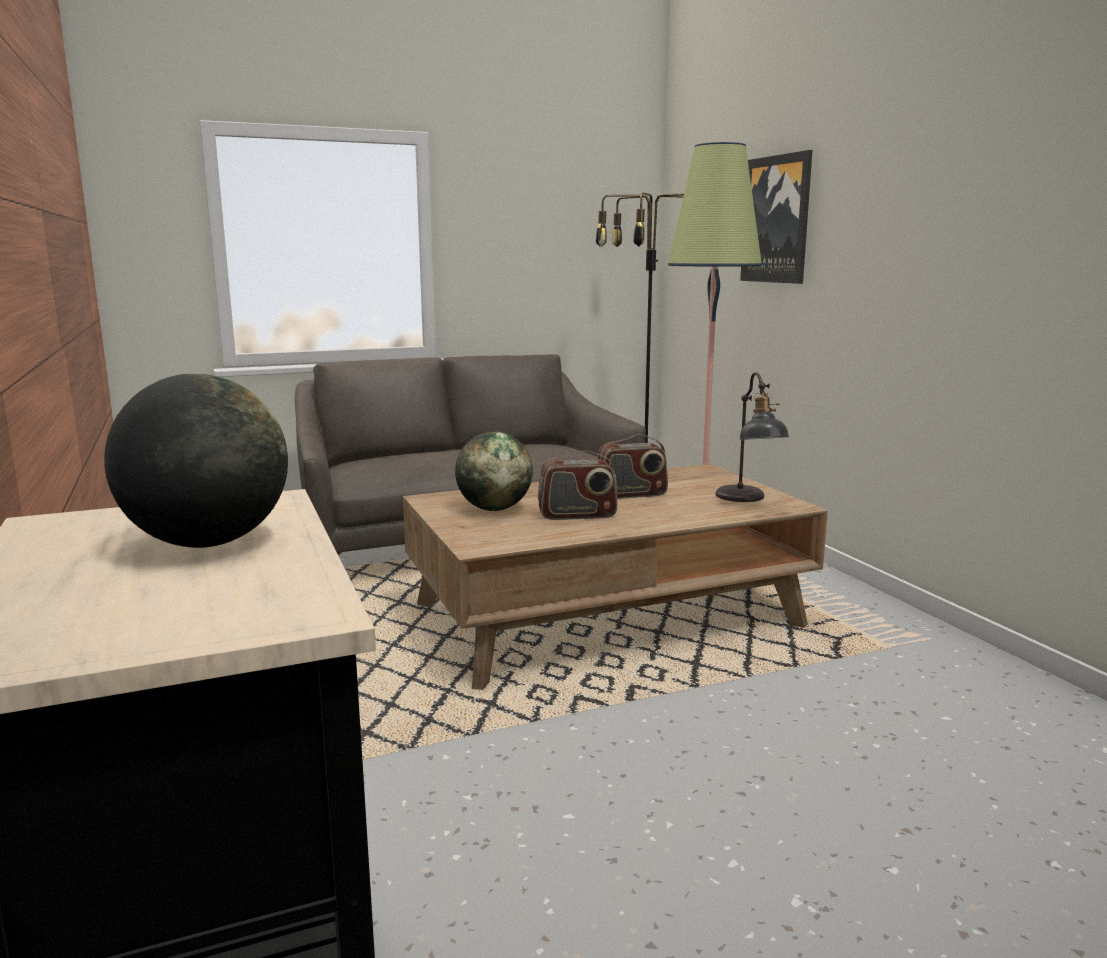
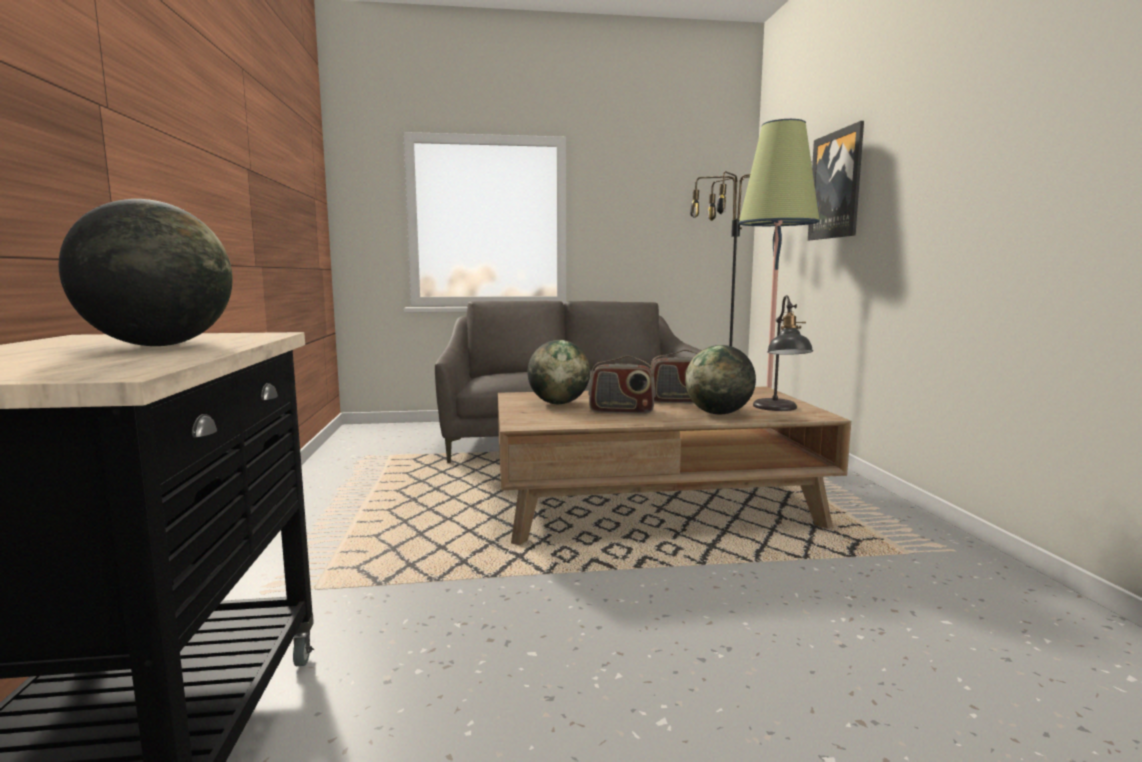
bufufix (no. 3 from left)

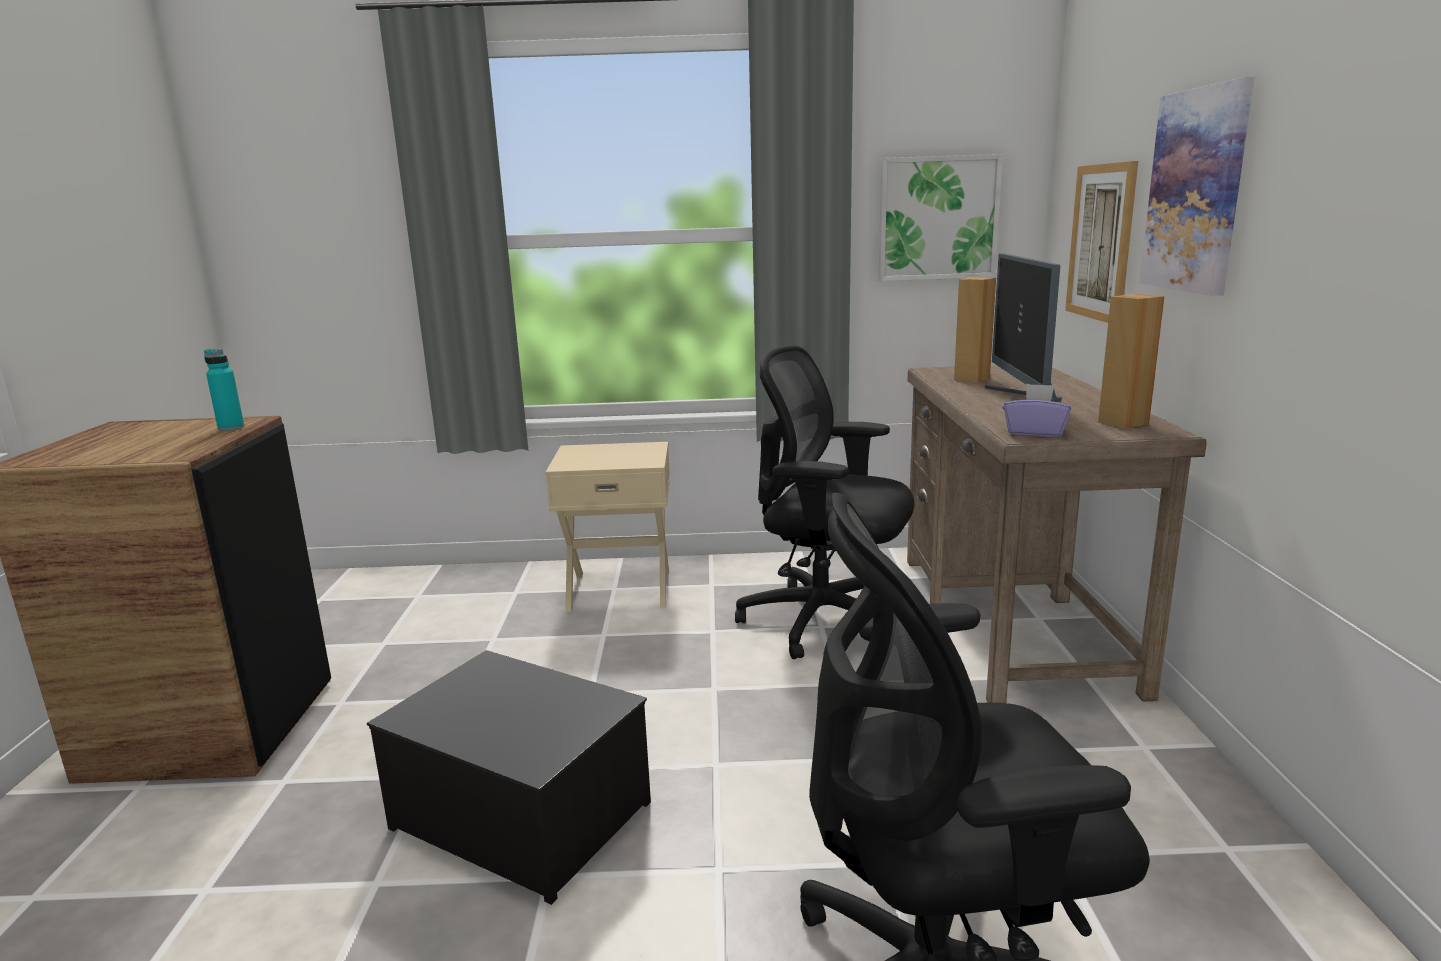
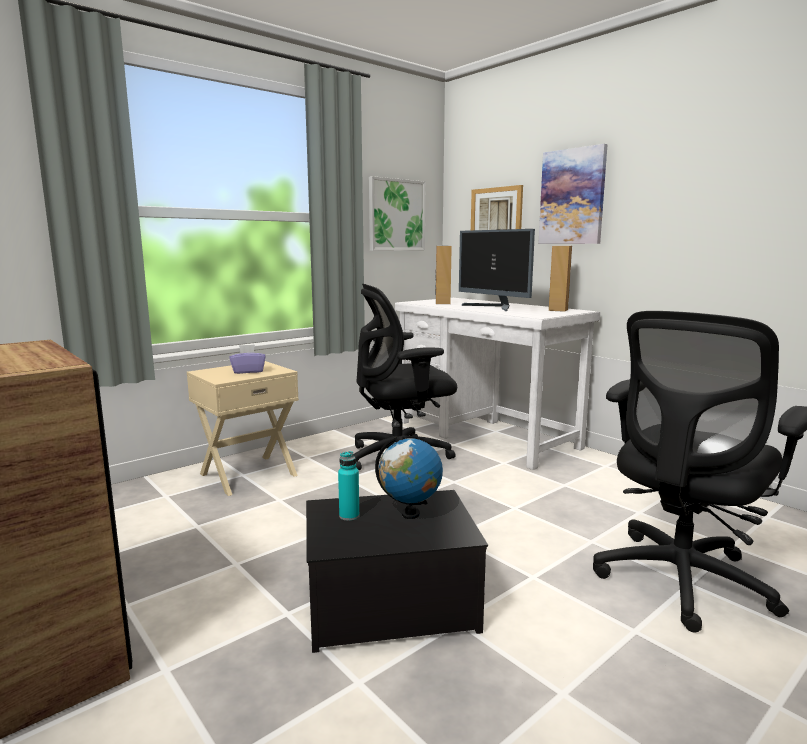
bufufix; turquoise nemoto; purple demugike; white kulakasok

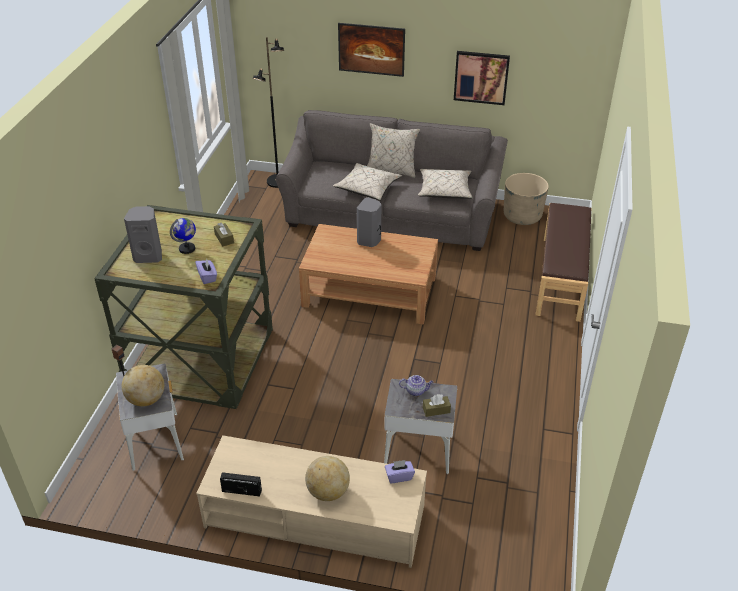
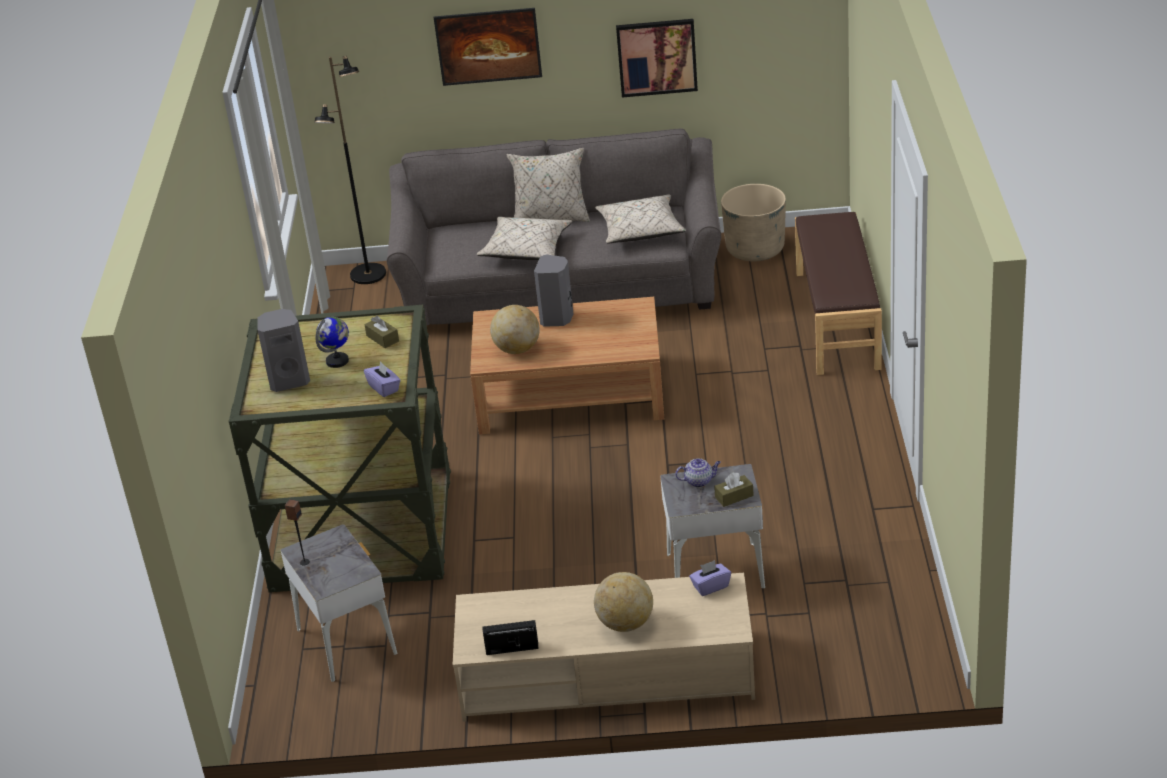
bufufix (no. 2 from left)

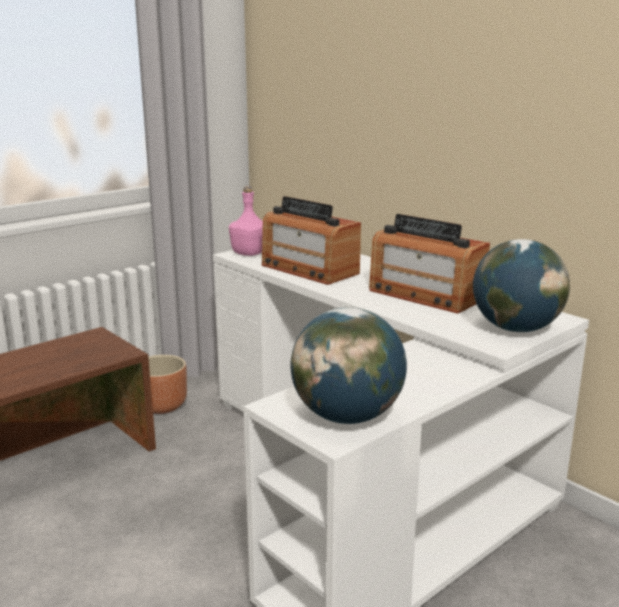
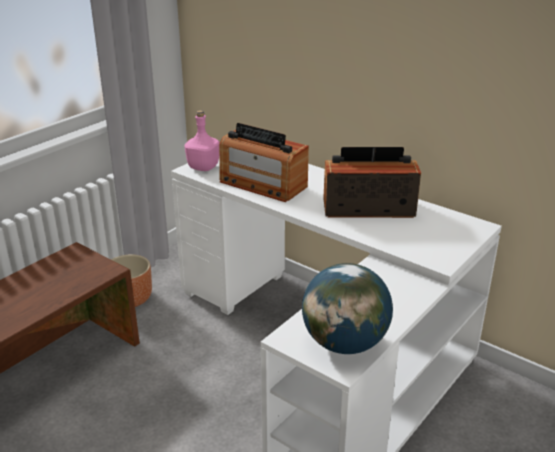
bufufix (no. 2 from left in the first image); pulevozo (no. 2 from left)

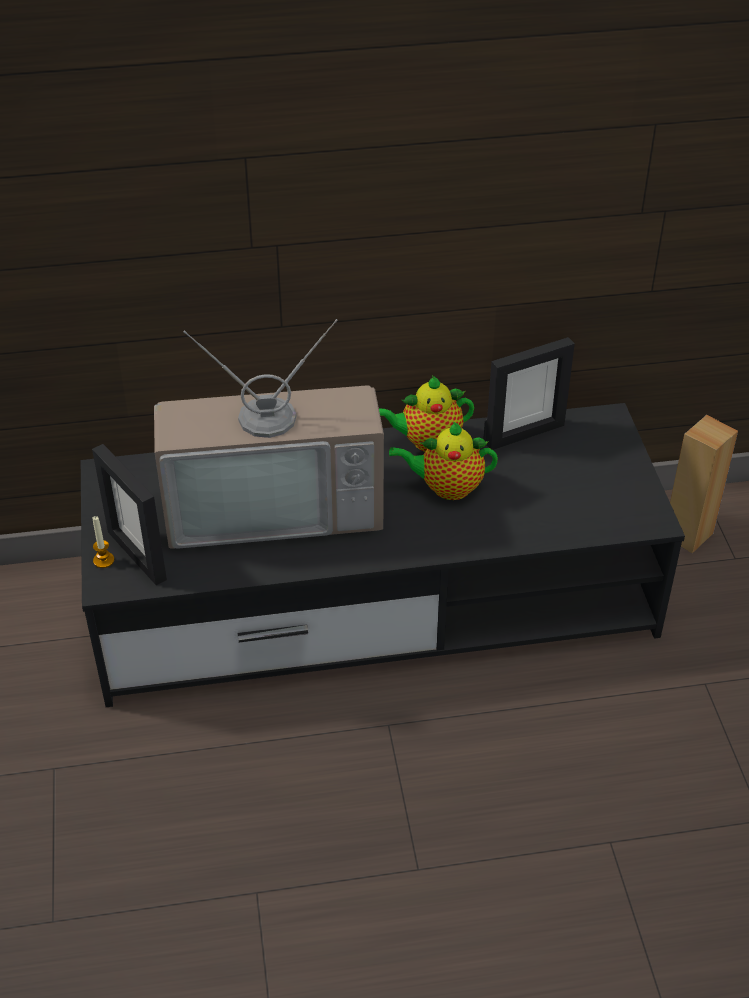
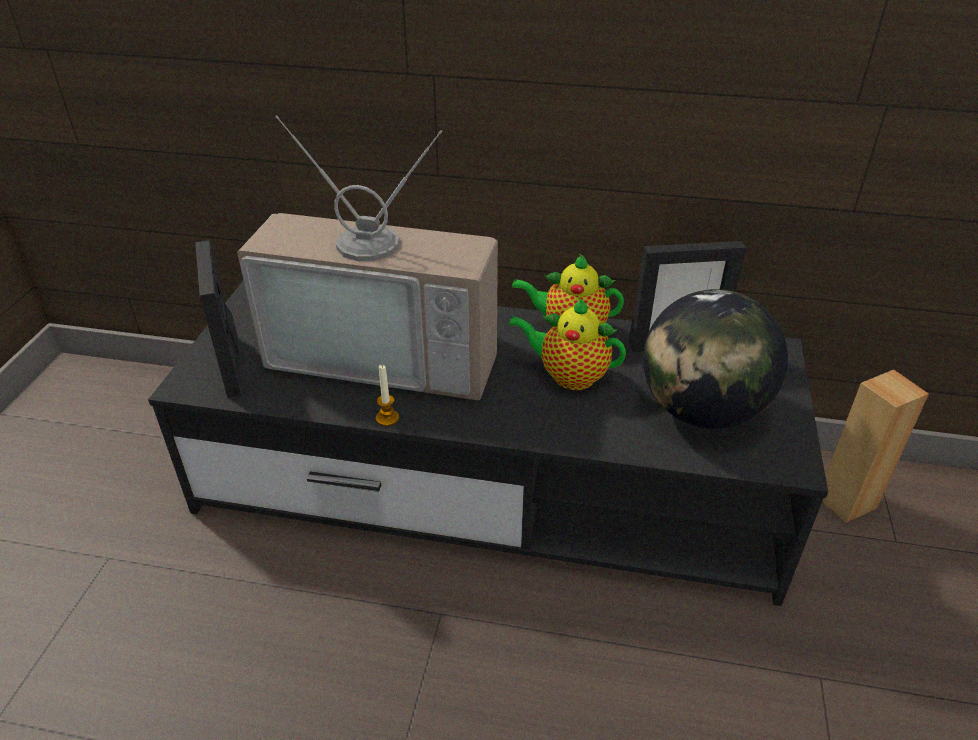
bufufix; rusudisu

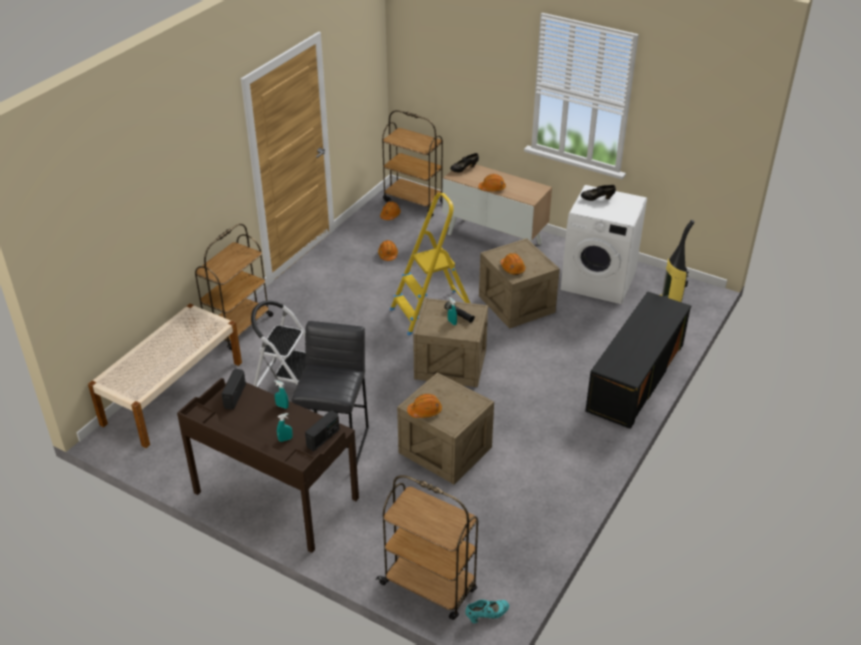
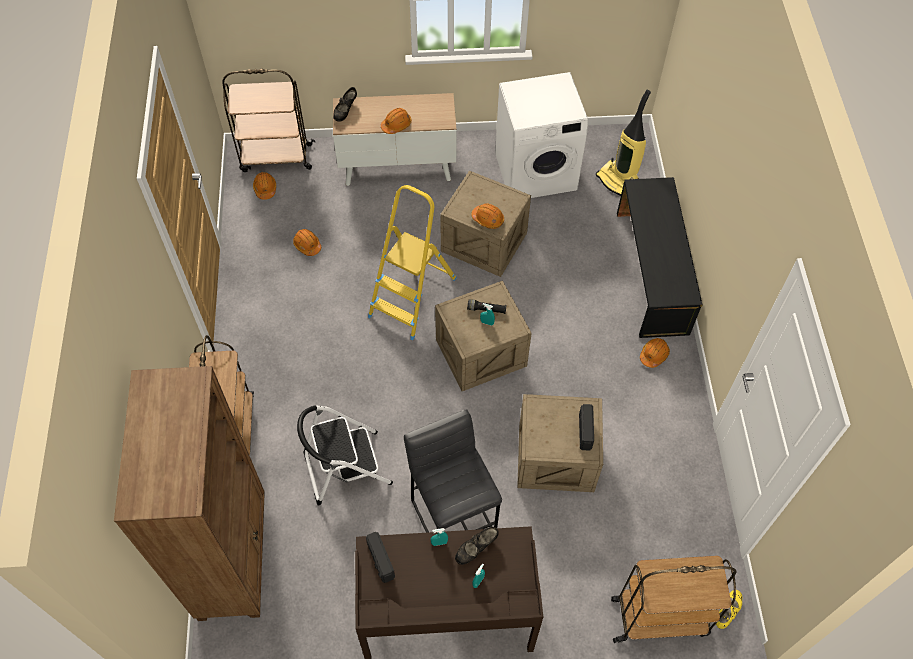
pulevozo (no. 2 from left); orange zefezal (no. 5 from left); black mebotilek (no. 2 from left); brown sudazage; yellow mebotilek

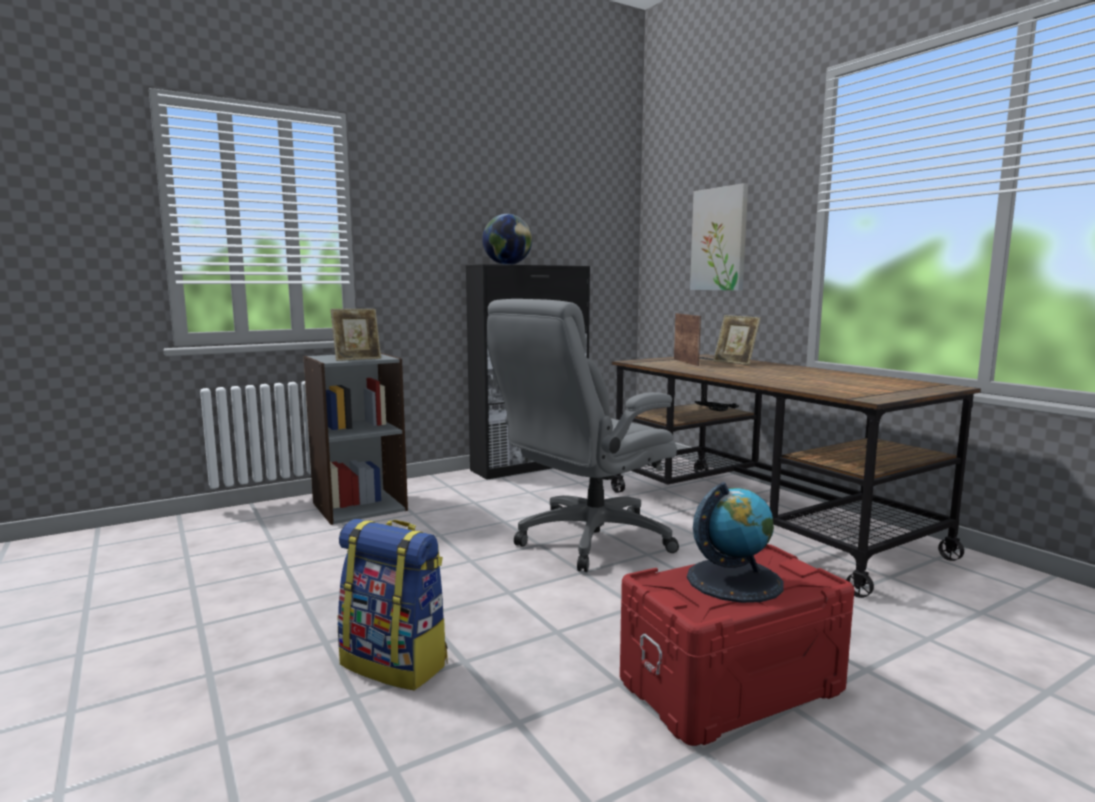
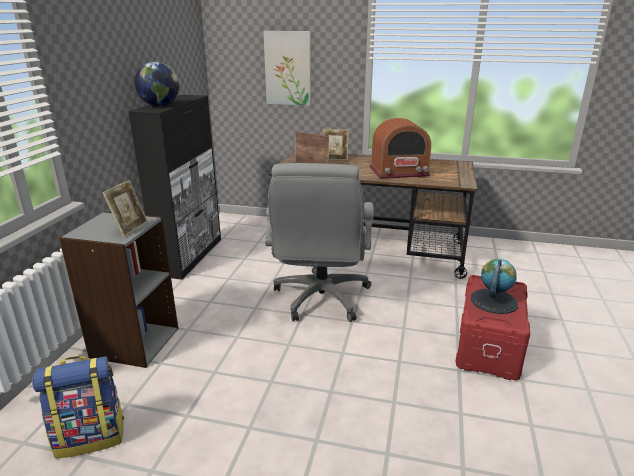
pulevozo; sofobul

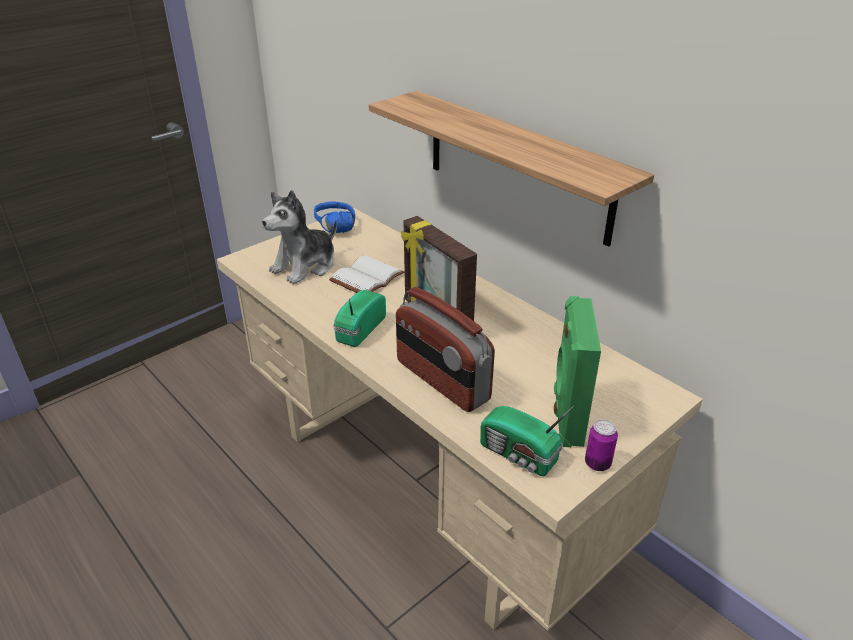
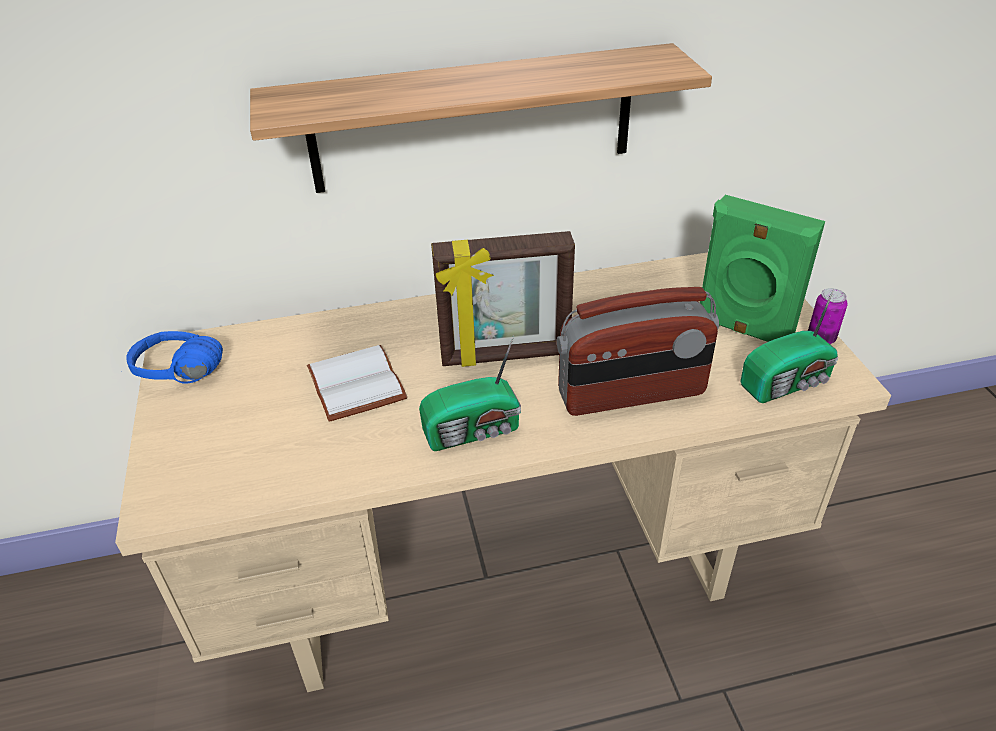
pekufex; pulevozo (no. 1 from left)

